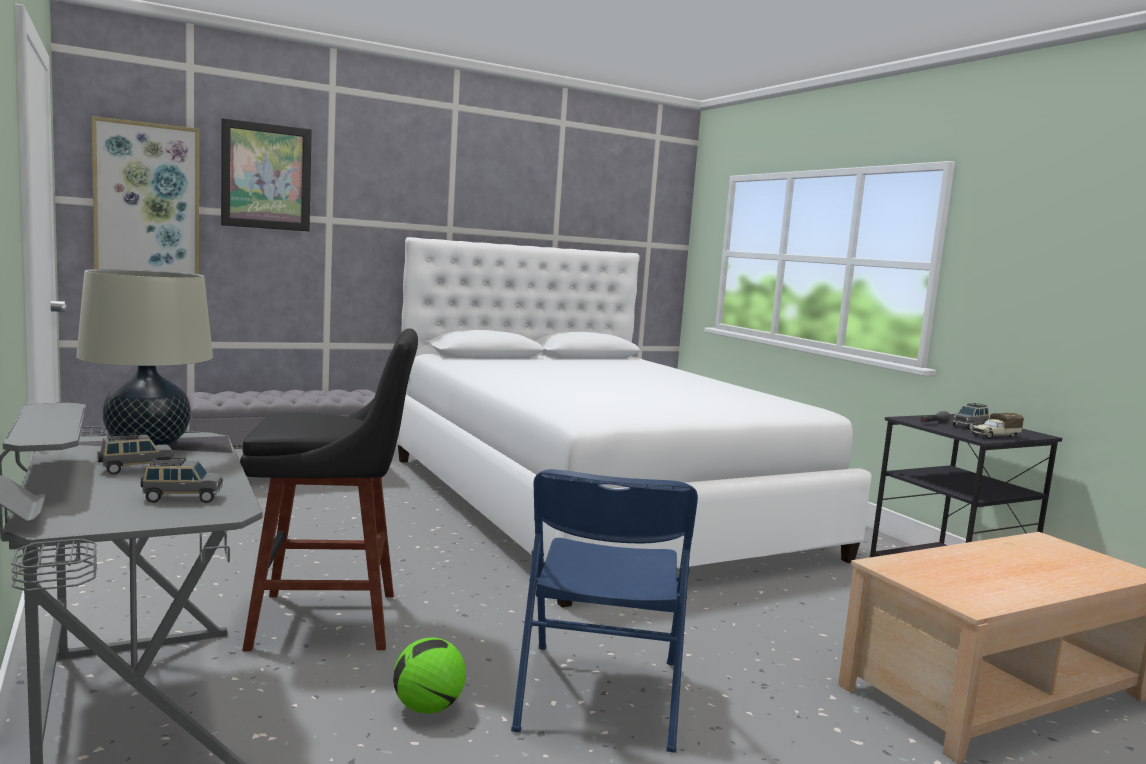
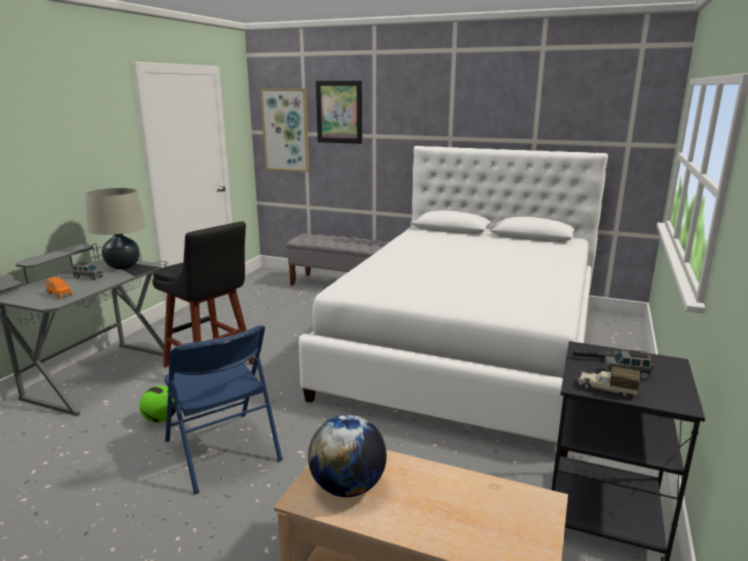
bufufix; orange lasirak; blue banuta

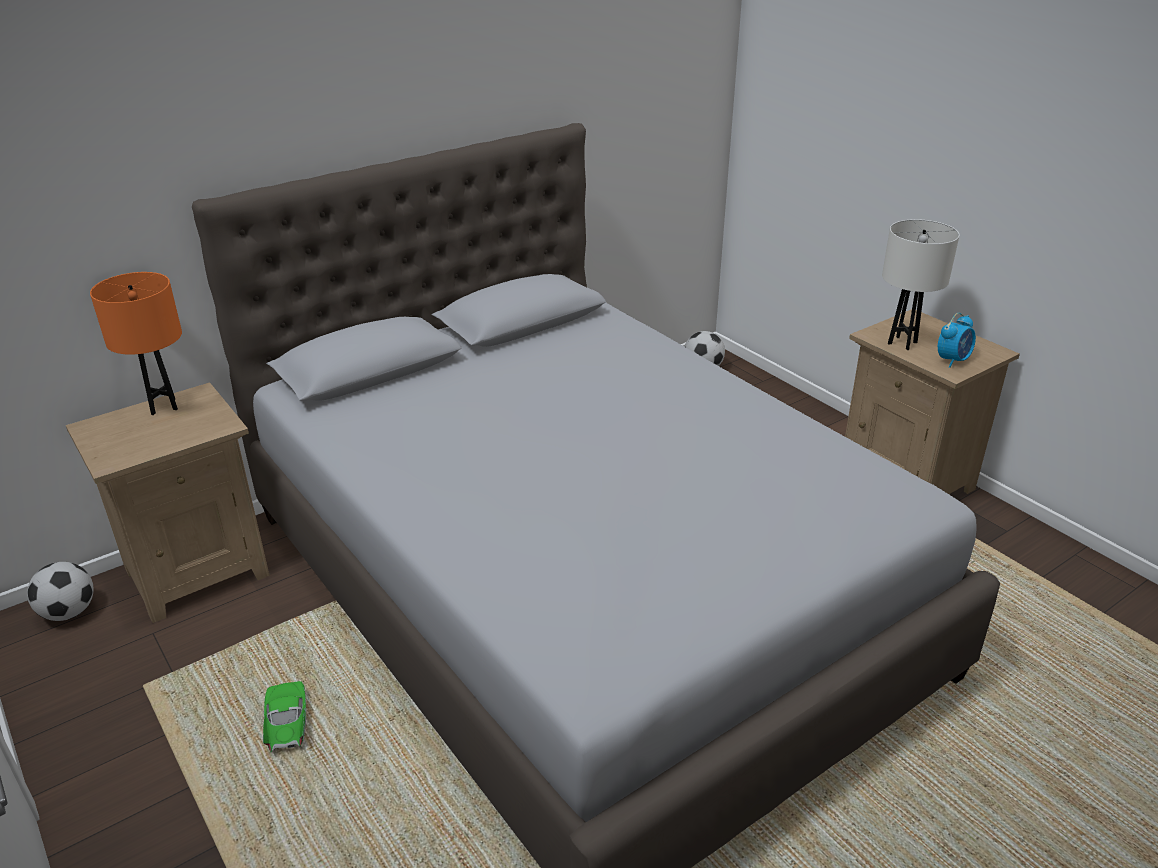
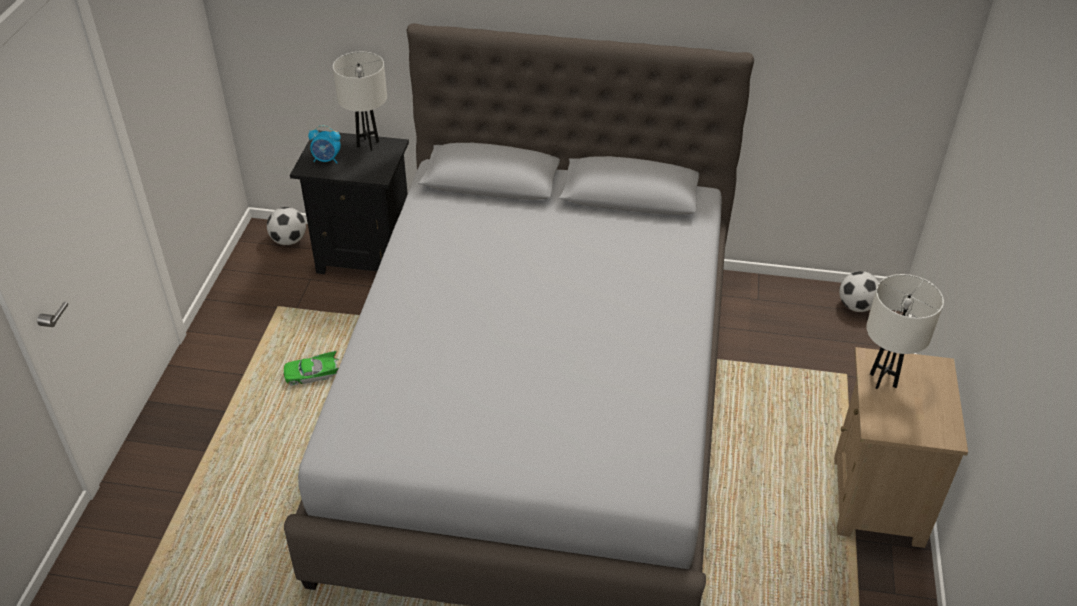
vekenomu; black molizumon; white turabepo (no. 1 from left); green lasirak

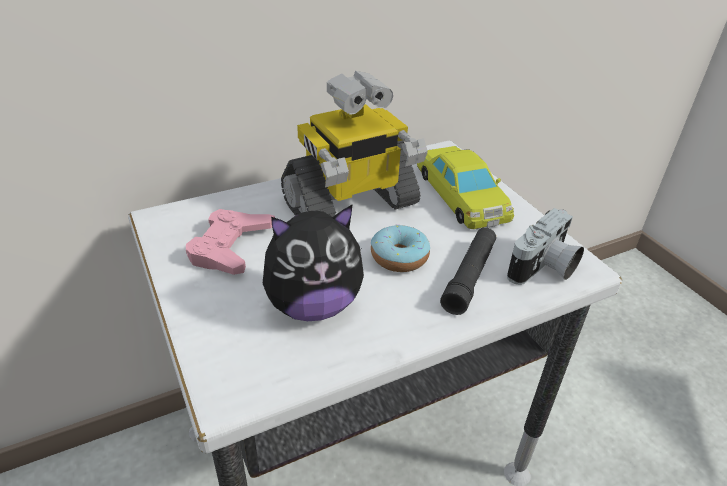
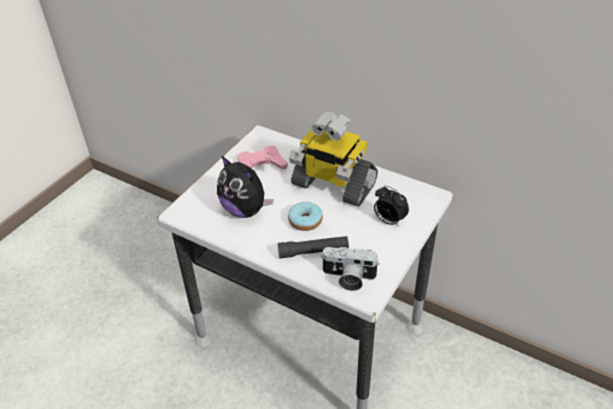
vekenomu

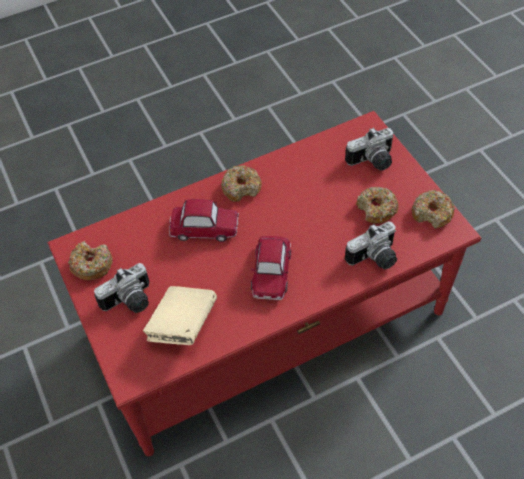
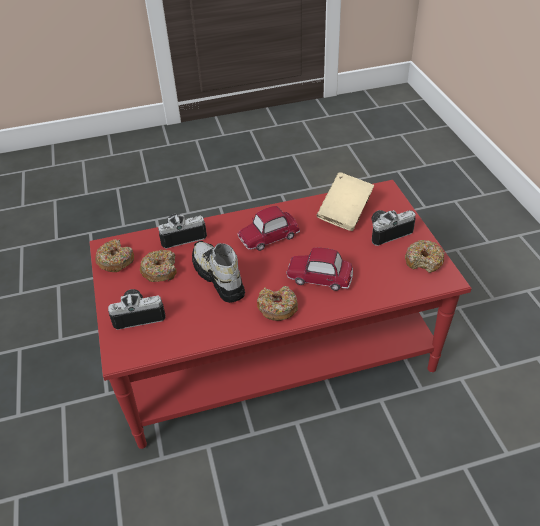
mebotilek; lasirak (no. 1 from left)

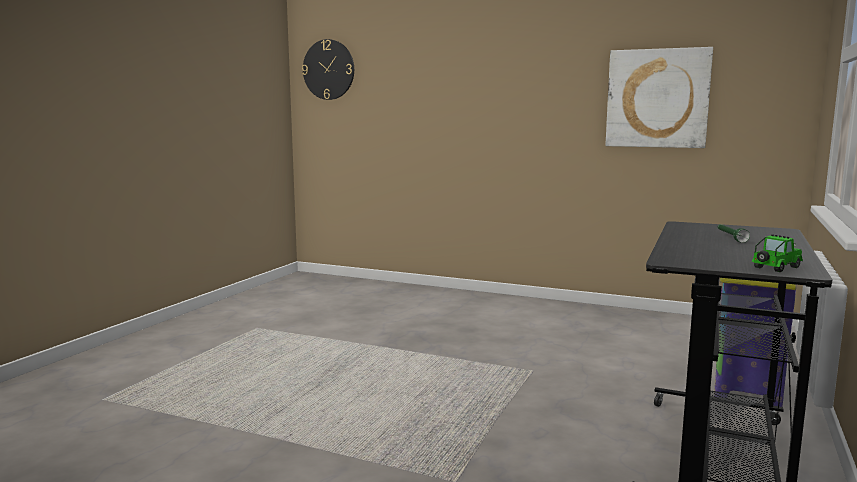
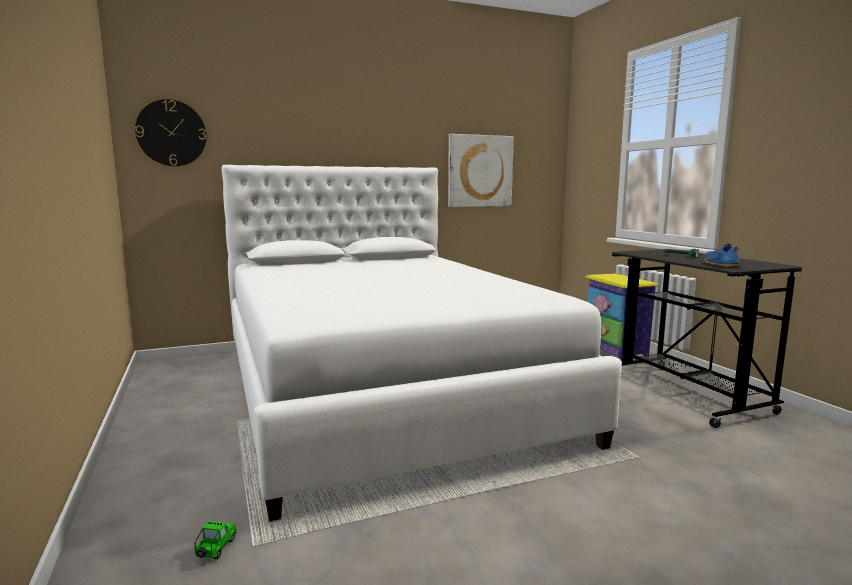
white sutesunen; blue mebotilek; lasirak

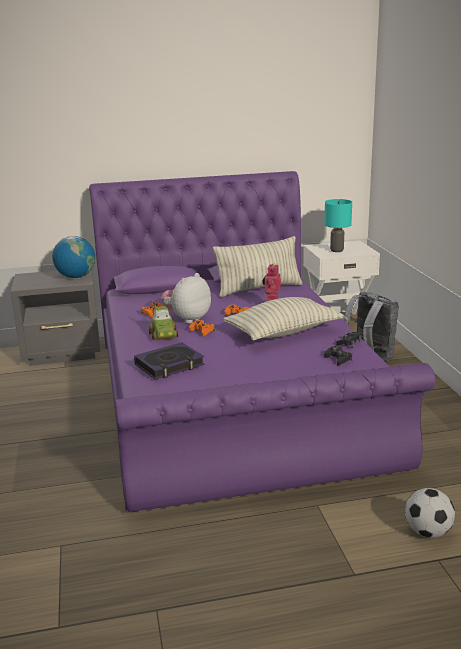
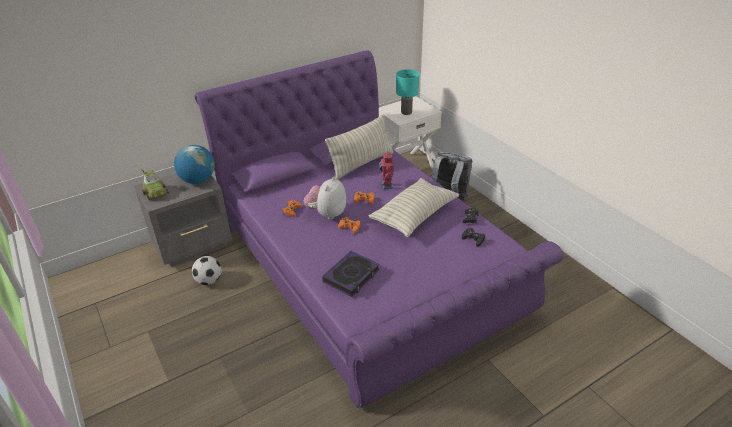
lasirak; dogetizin

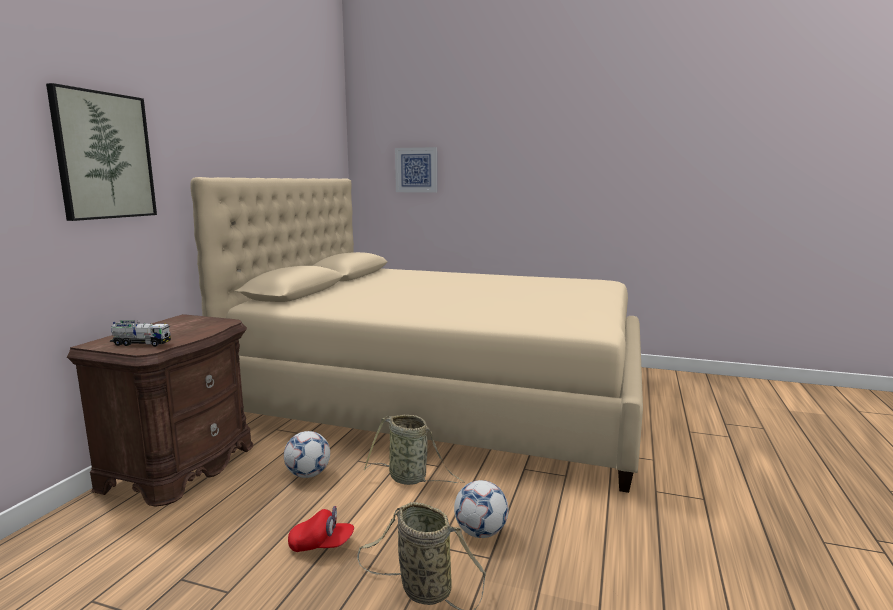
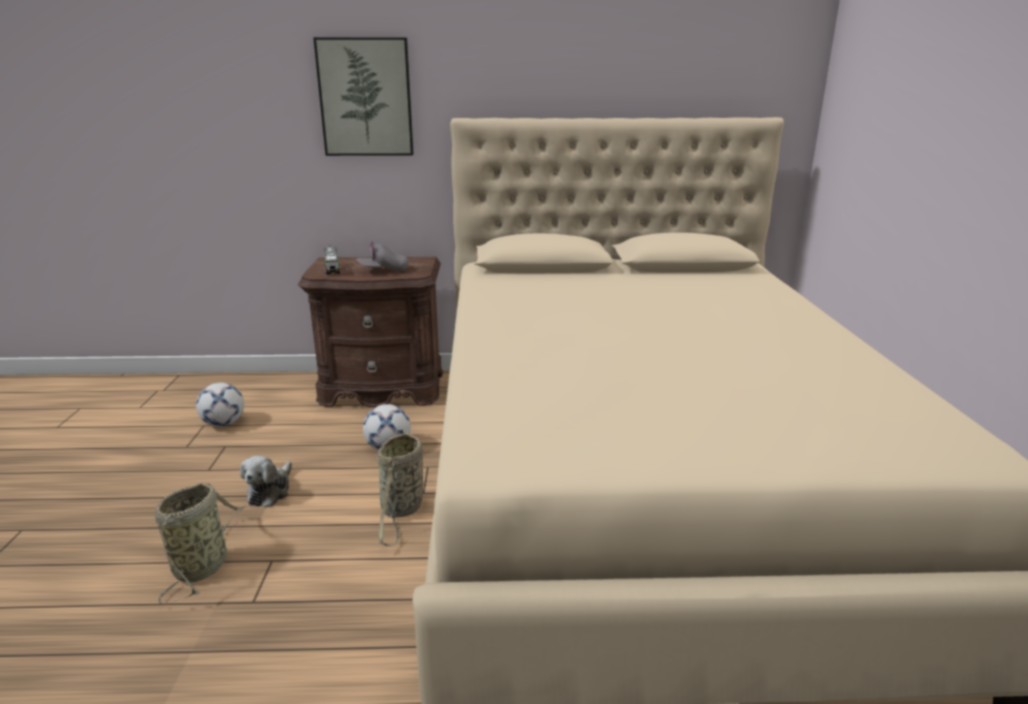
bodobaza (no. 2 from left in the first image); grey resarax; dogetizin (no. 1 from left); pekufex

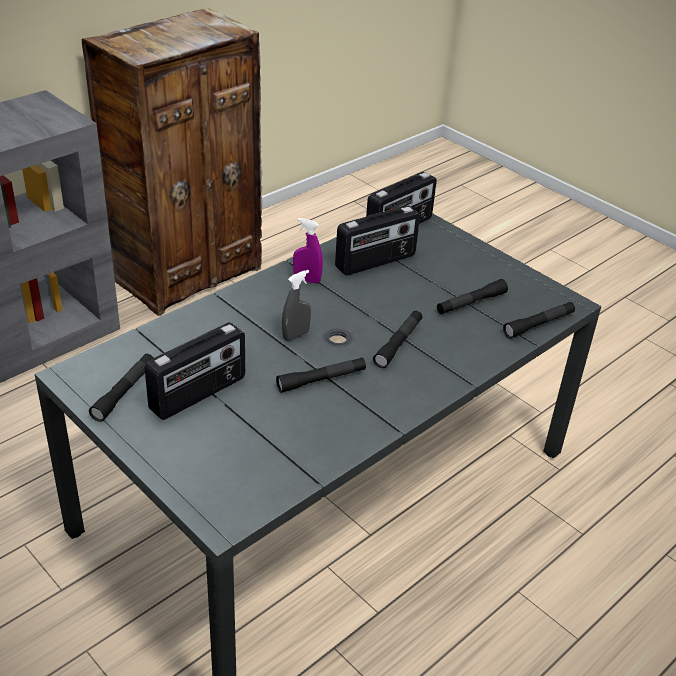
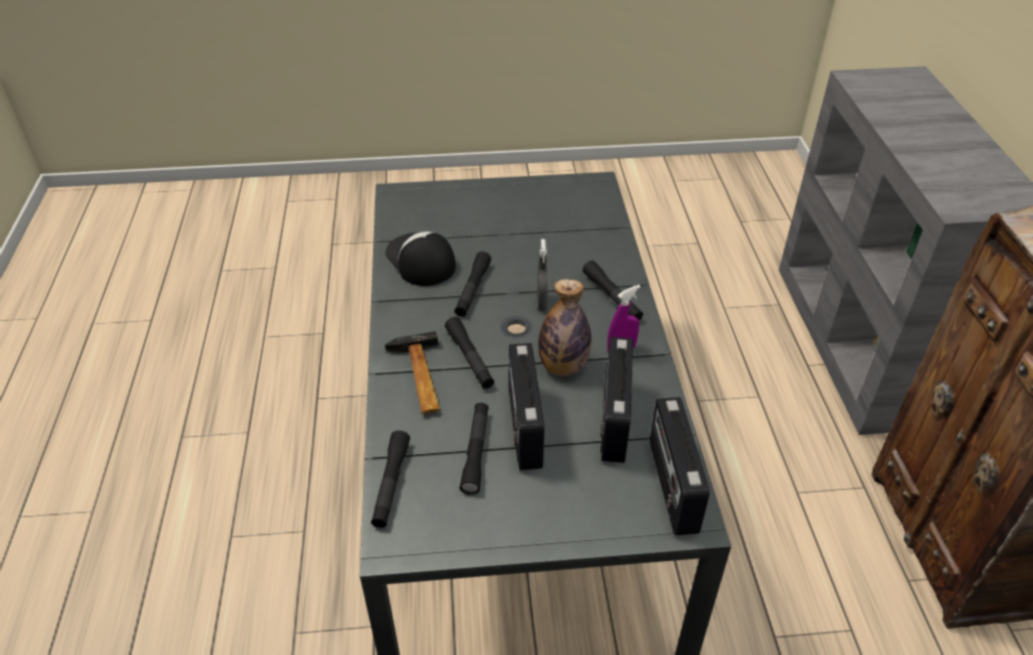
resarax; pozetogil; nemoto; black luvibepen (no. 5 from left); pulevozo (no. 1 from left)

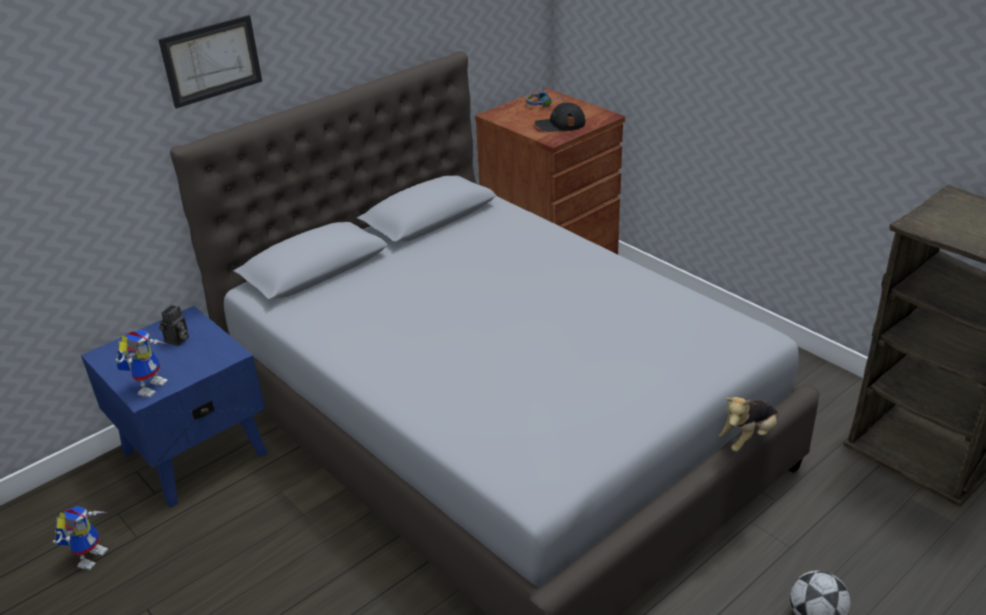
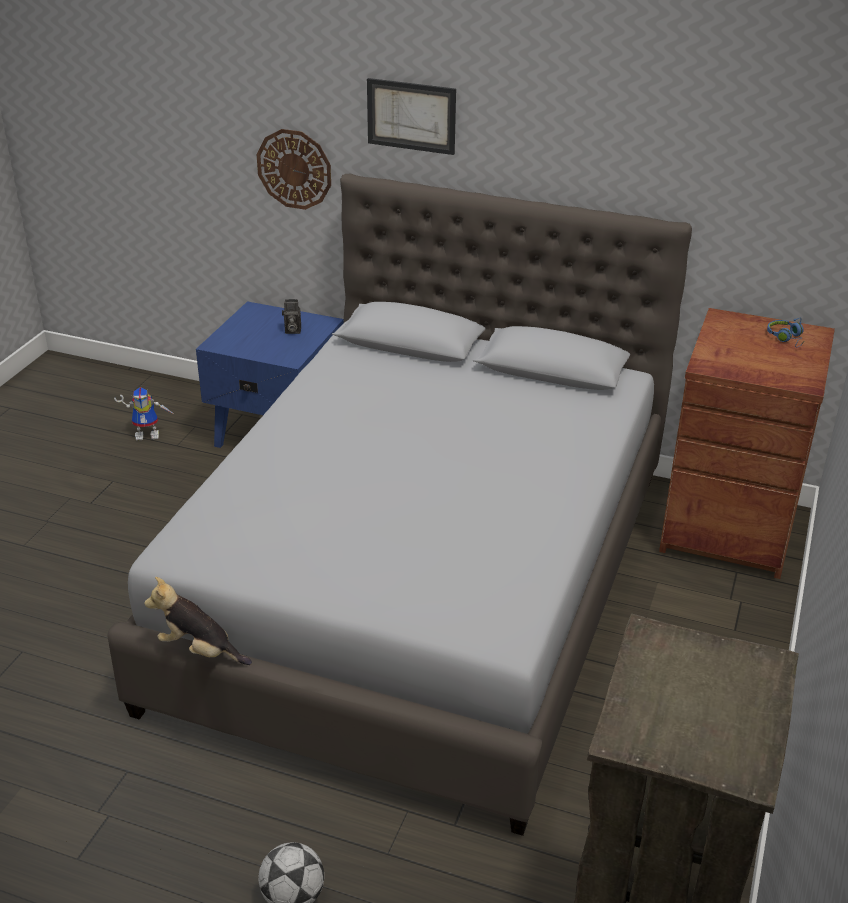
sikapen (no. 2 from left in the first image); black resarax; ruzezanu; pekufex

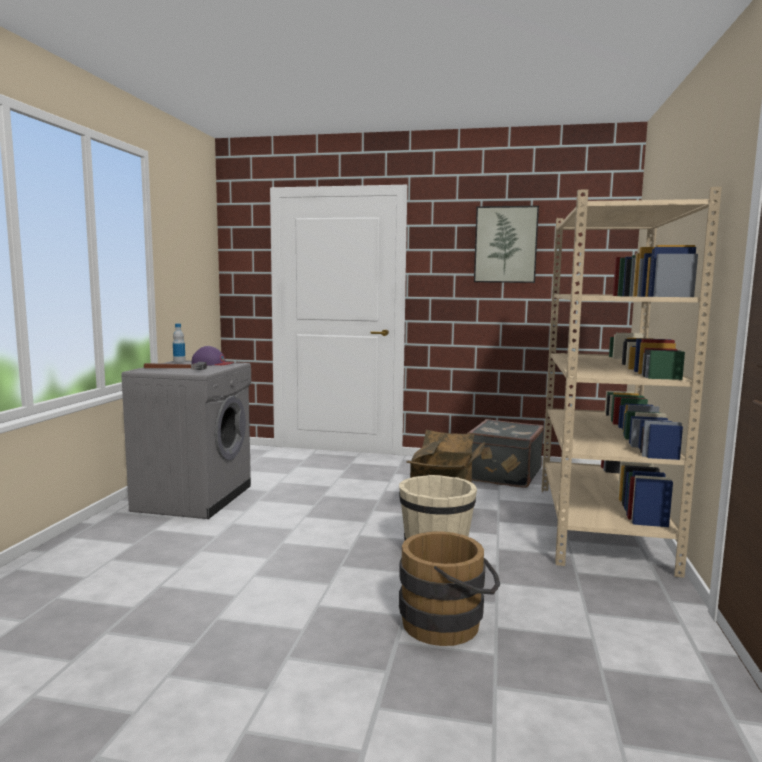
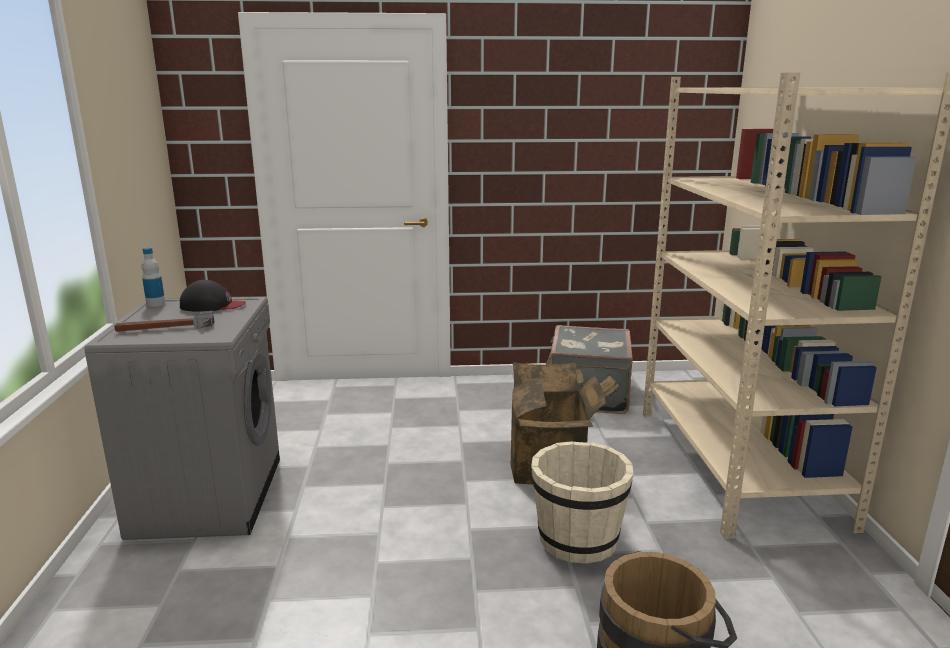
bodobaza; black resarax

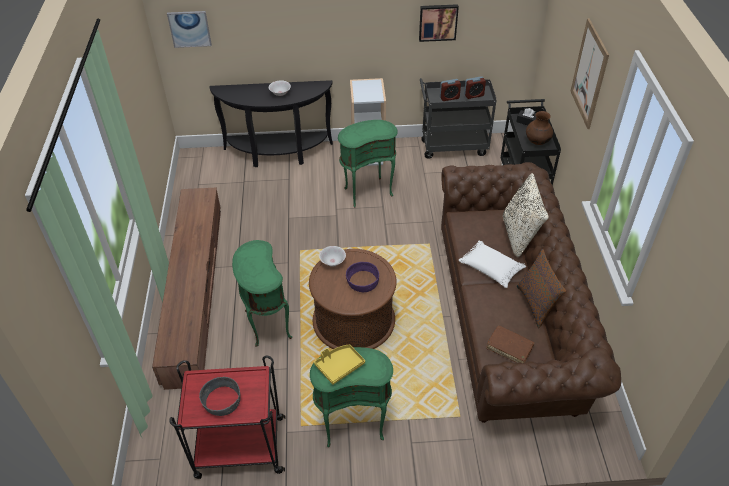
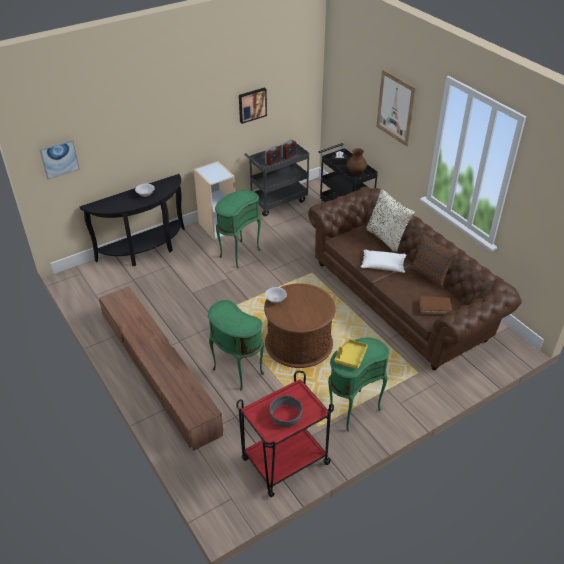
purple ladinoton

